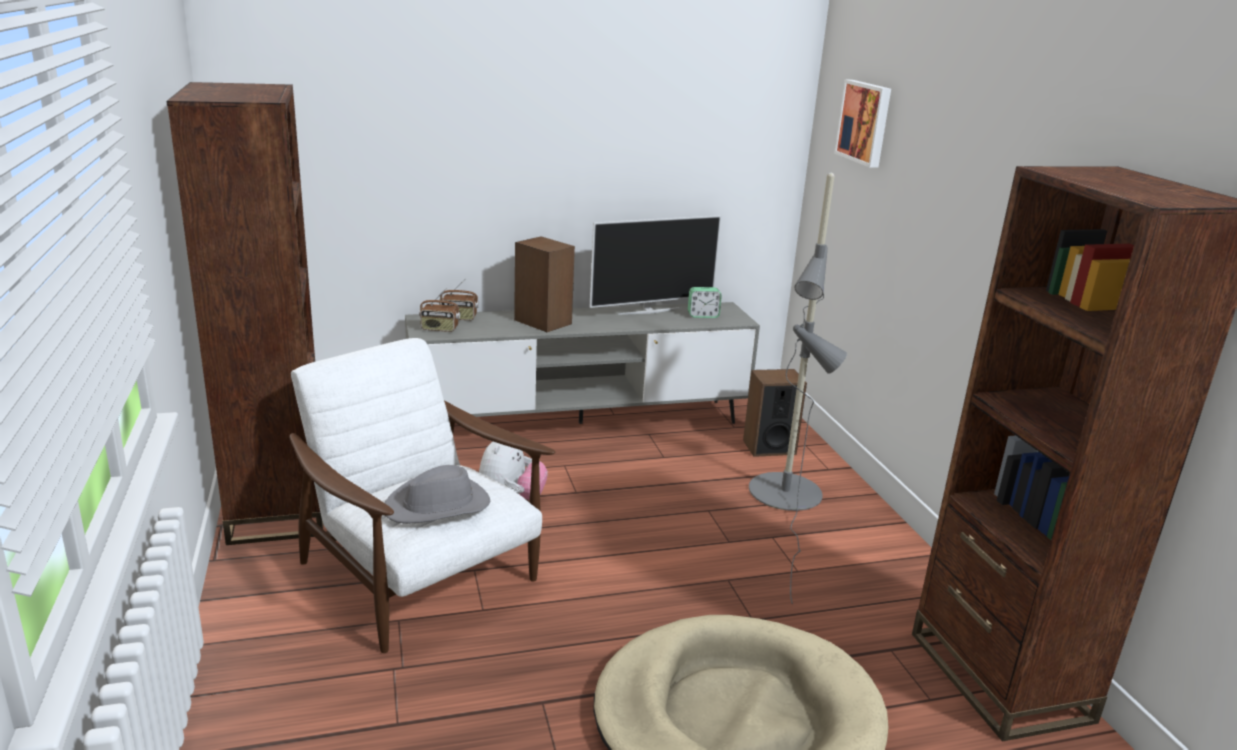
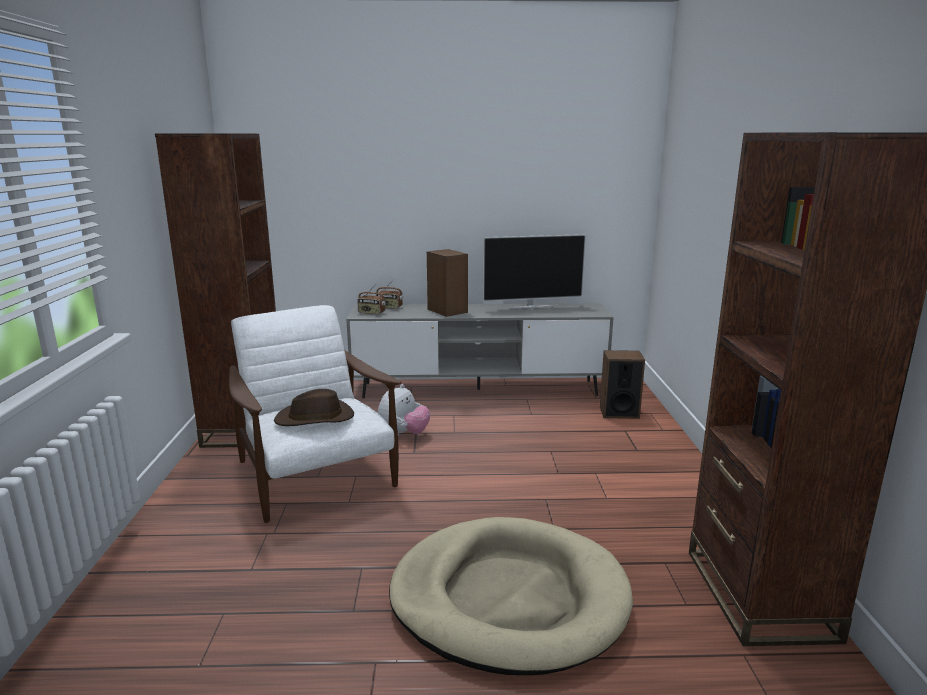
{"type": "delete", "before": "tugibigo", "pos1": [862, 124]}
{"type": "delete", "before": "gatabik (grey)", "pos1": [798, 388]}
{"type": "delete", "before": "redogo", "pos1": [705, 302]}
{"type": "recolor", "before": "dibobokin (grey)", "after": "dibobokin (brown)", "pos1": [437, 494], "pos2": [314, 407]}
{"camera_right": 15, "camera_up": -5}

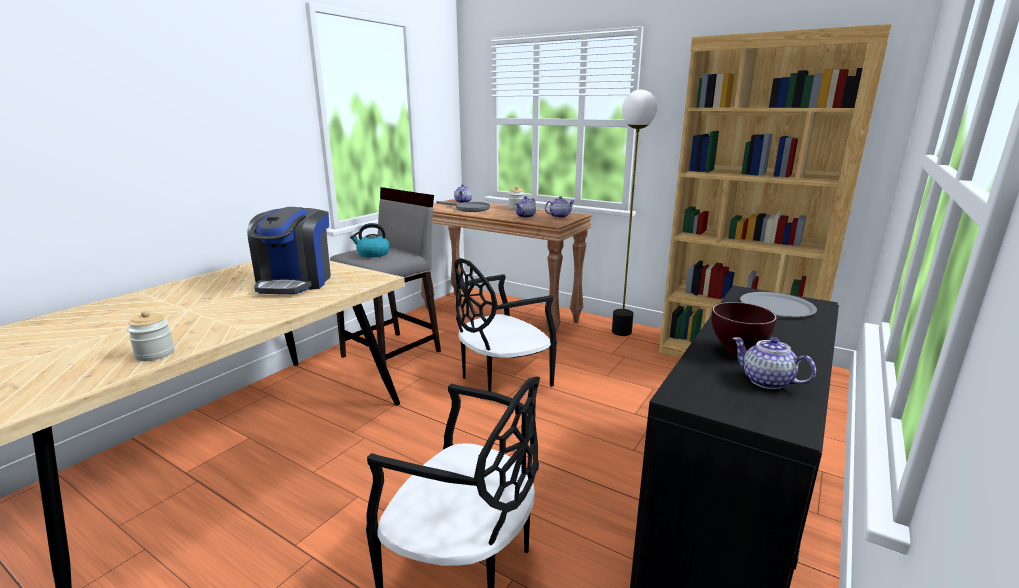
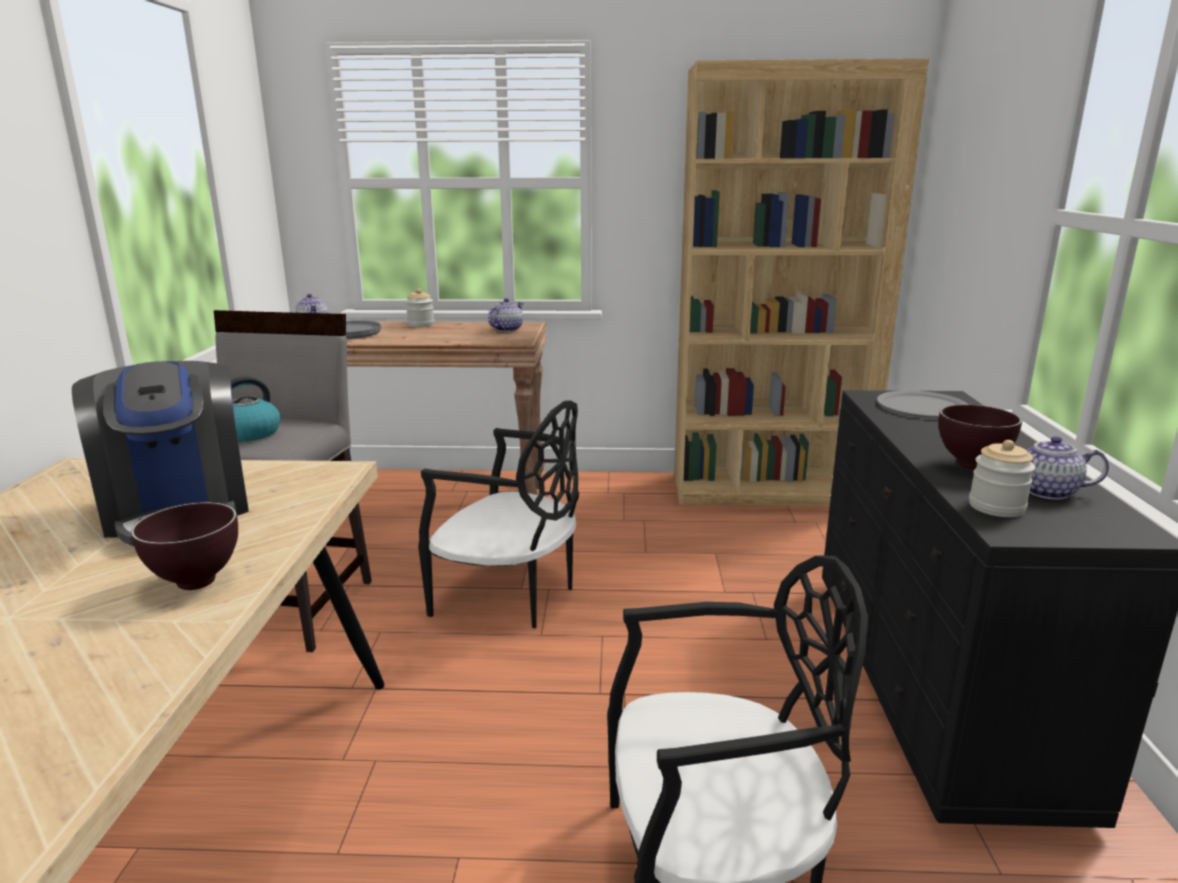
{"type": "delete", "before": "gatabik", "pos1": [634, 213]}
{"type": "delete", "before": "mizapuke", "pos1": [525, 207]}
{"type": "rotate", "before": "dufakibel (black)", "pos1": [505, 325], "pos2": [498, 514], "turn": -90}
{"type": "move", "before": "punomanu", "pos1": [151, 335], "pos2": [1002, 478]}
{"type": "insert", "after": "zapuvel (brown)", "pos2": [184, 546]}
{"camera_right": -30, "camera_up": 0}

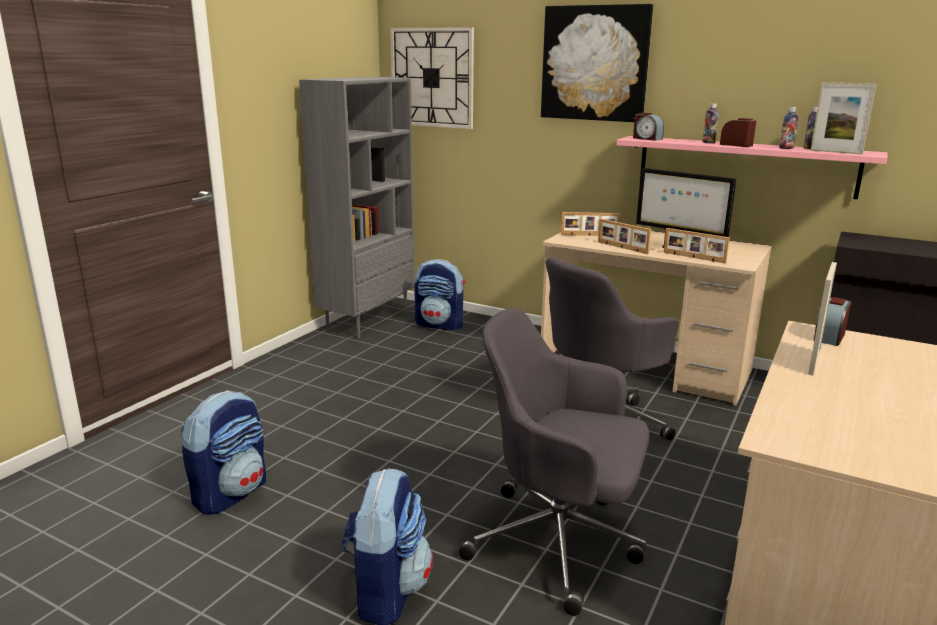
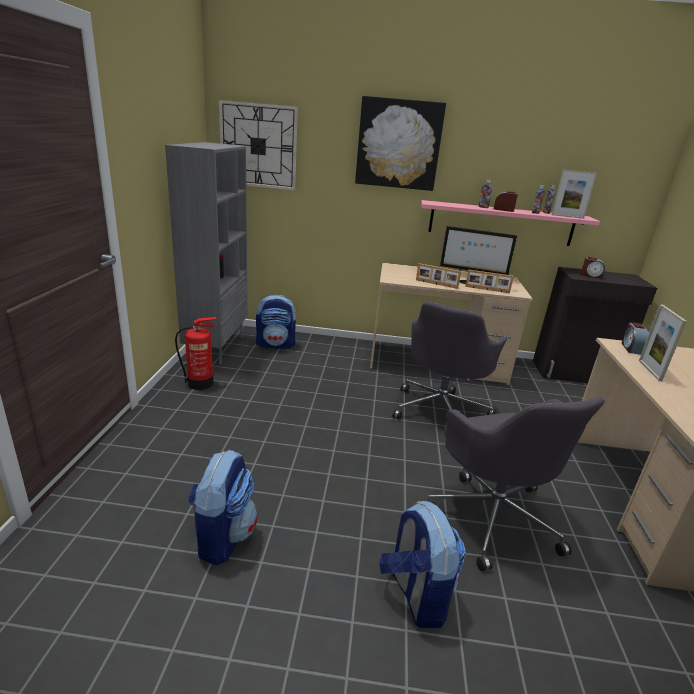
{"type": "move", "before": "redogo", "pos1": [648, 127], "pos2": [593, 268]}
{"type": "delete", "before": "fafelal", "pos1": [590, 224]}
{"type": "rotate", "before": "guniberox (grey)", "pos1": [554, 462], "pos2": [516, 484], "turn": -105}
{"type": "insert", "after": "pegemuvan", "pos2": [195, 353]}
{"camera_right": -25, "camera_up": 5}

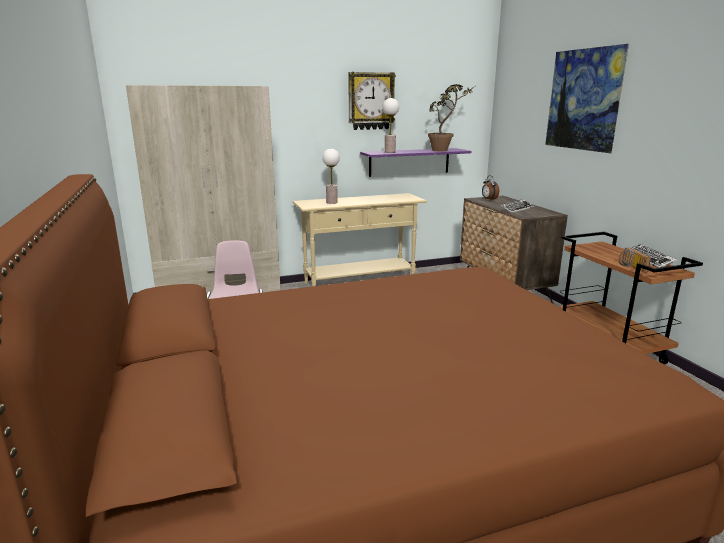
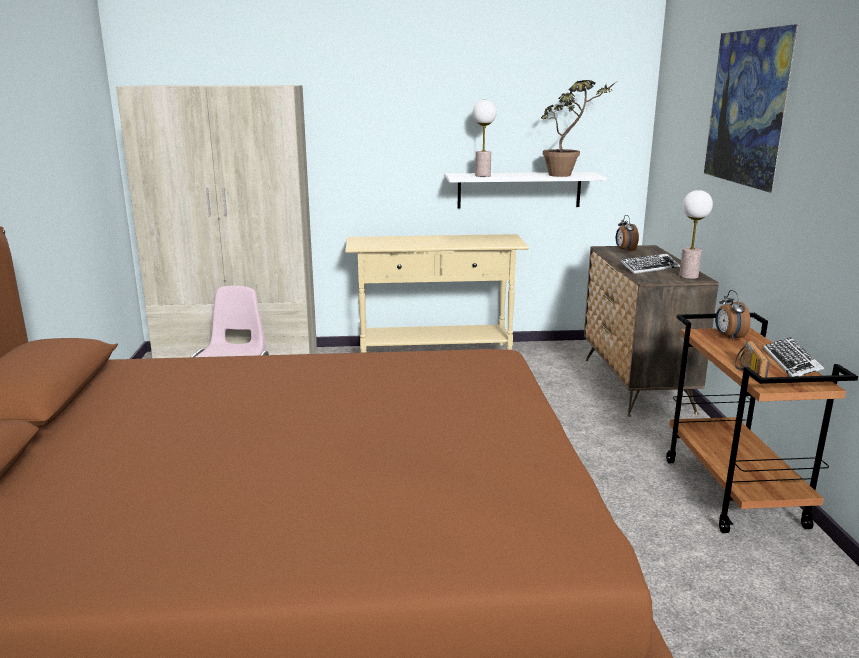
{"type": "delete", "before": "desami", "pos1": [372, 101]}
{"type": "recolor", "before": "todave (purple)", "after": "todave (white)", "pos1": [415, 162], "pos2": [526, 190]}
{"type": "move", "before": "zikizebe", "pos1": [331, 176], "pos2": [696, 234]}
{"type": "insert", "after": "redogo", "pos2": [733, 315]}
{"camera_right": 15, "camera_up": 0}

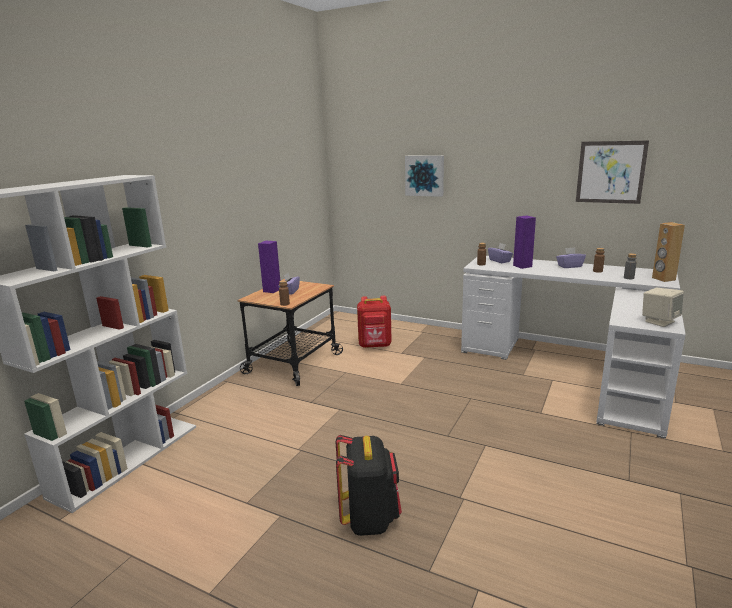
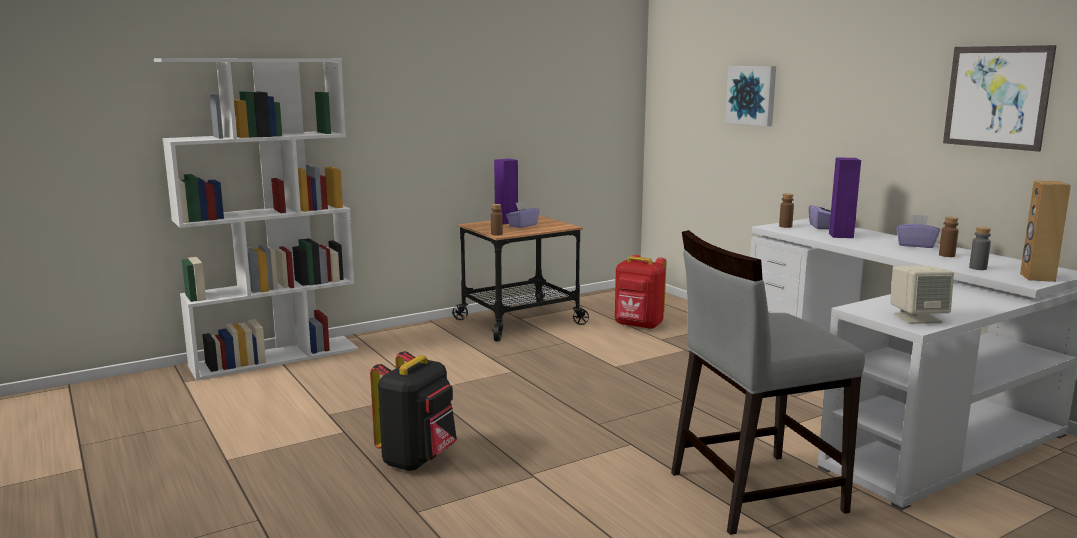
{"type": "insert", "after": "dufakibel (grey)", "pos2": [768, 382]}
{"camera_right": 30, "camera_up": -5}

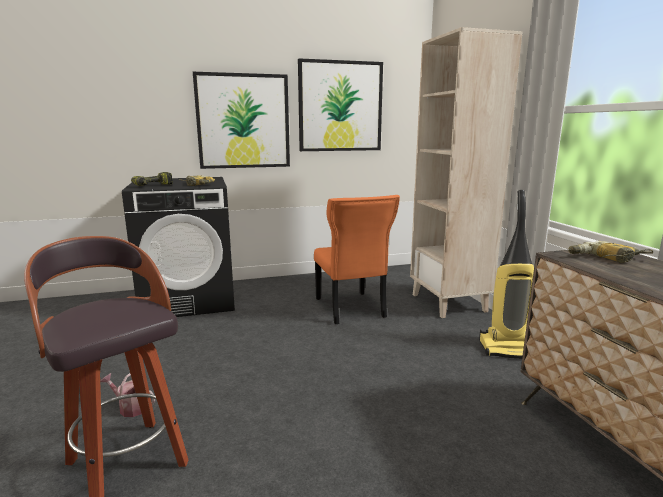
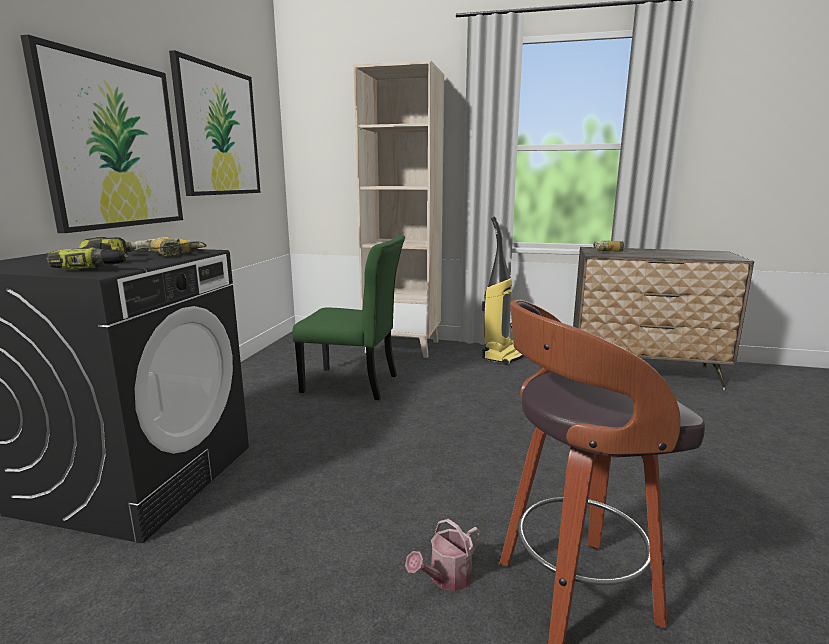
{"type": "recolor", "before": "dufakibel (orange)", "after": "dufakibel (green)", "pos1": [357, 259], "pos2": [349, 317]}
{"camera_right": -60, "camera_up": 0}

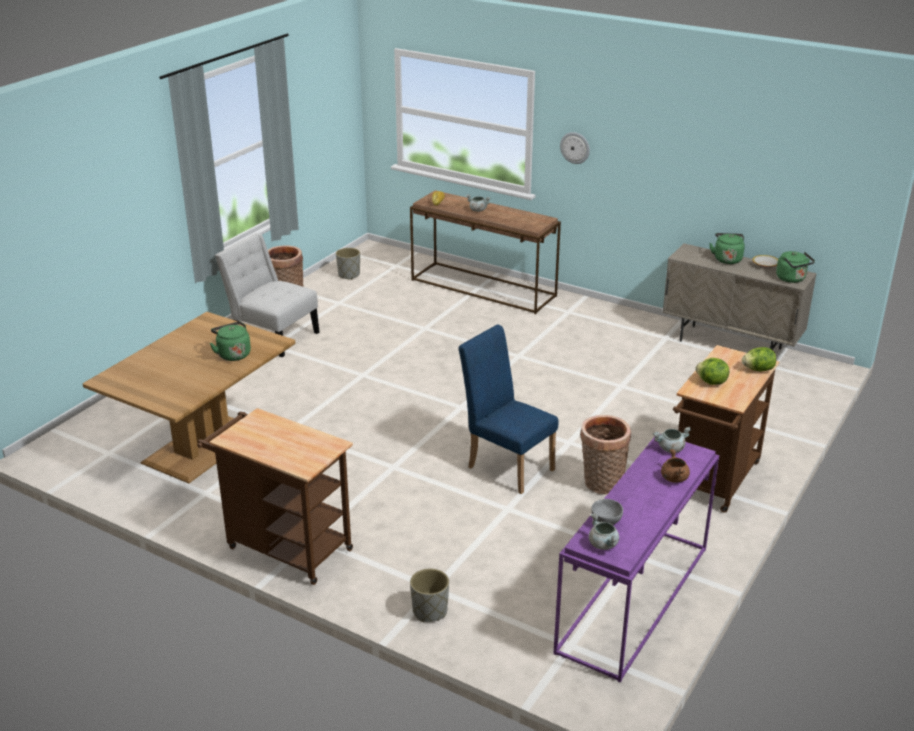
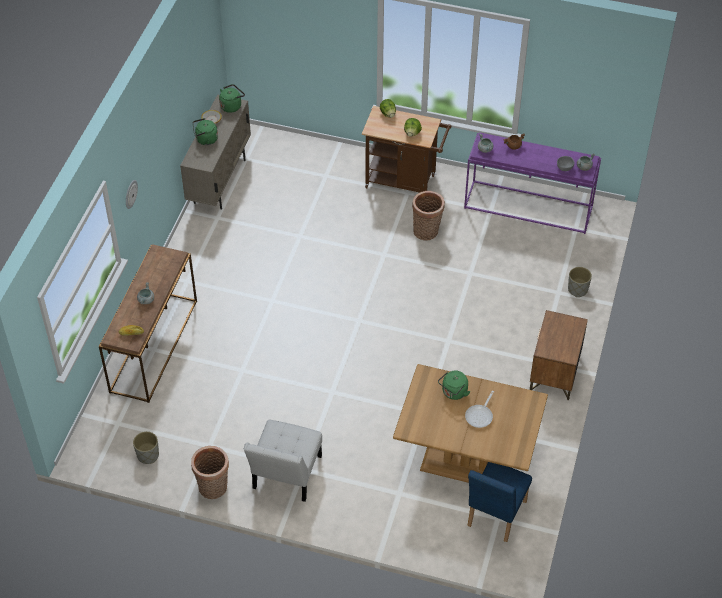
{"type": "move", "before": "dufakibel (blue)", "pos1": [508, 409], "pos2": [499, 502]}
{"type": "replace", "before": "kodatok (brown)", "after": "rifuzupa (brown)", "pos1": [275, 496], "pos2": [559, 355]}
{"type": "insert", "after": "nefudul", "pos2": [479, 409]}
{"camera_right": -105, "camera_up": 20}

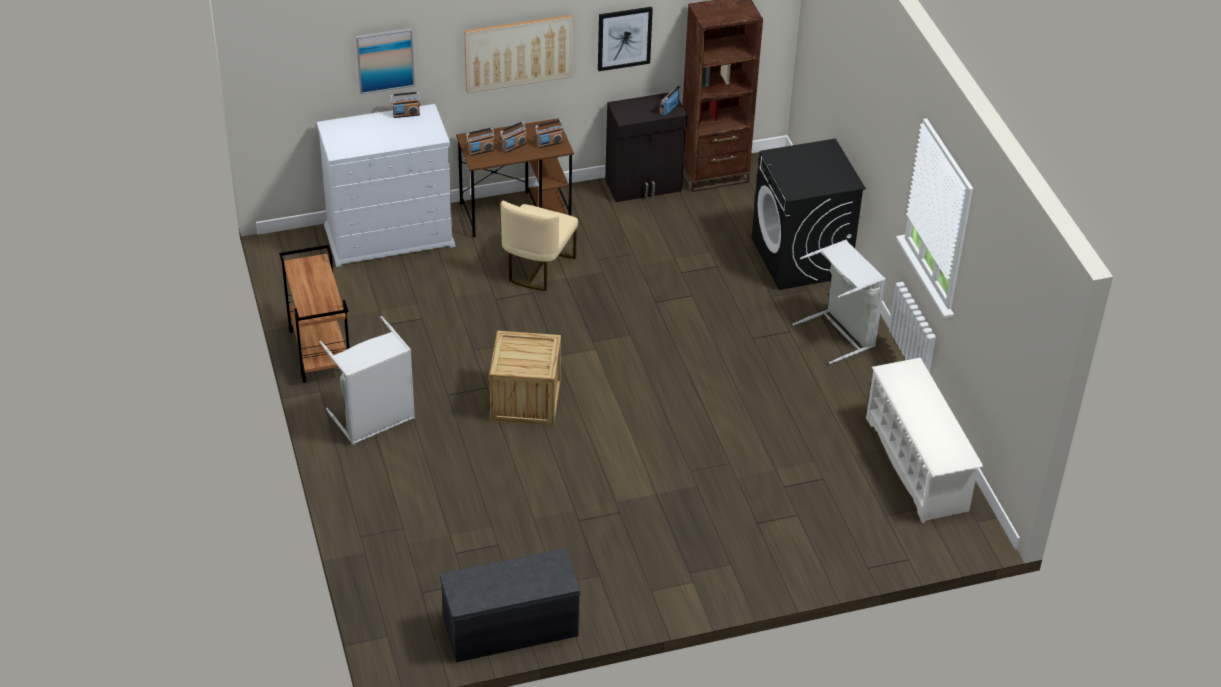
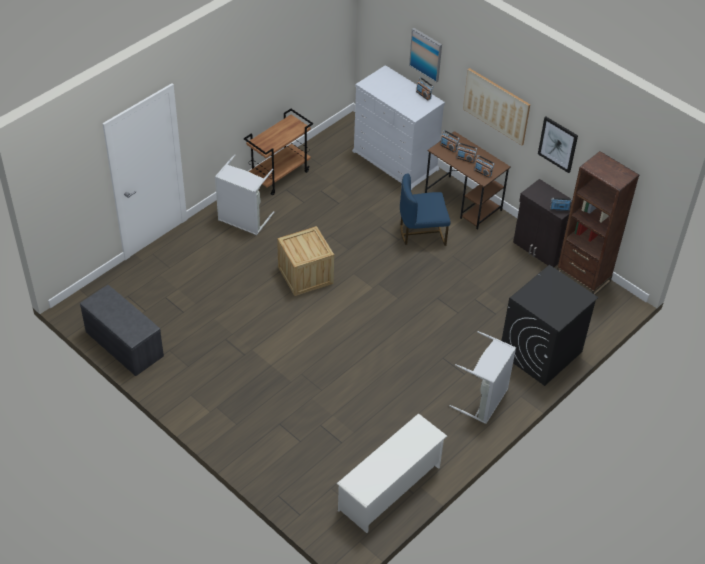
{"type": "recolor", "before": "dufakibel (beige)", "after": "dufakibel (blue)", "pos1": [539, 246], "pos2": [425, 209]}
{"camera_right": 60, "camera_up": 5}

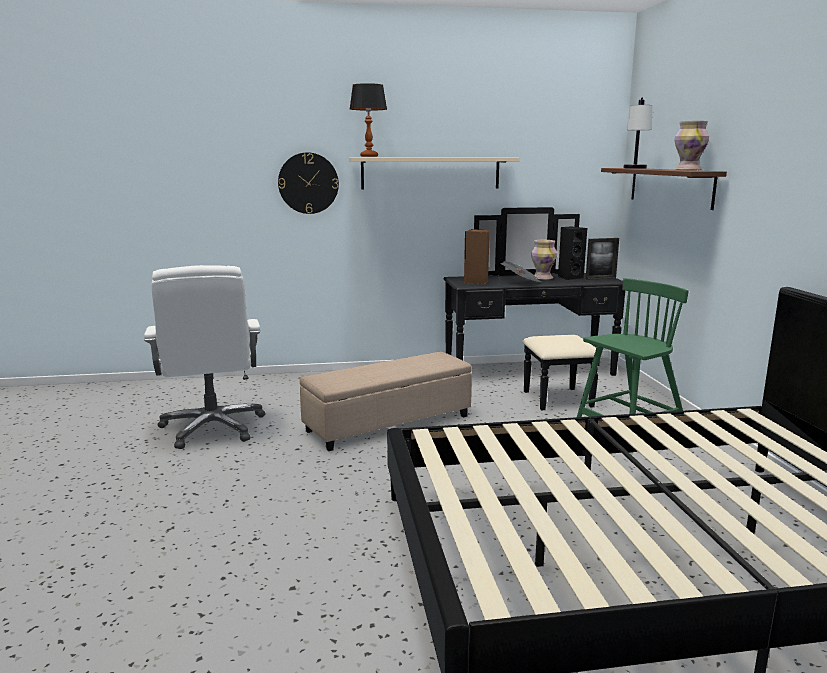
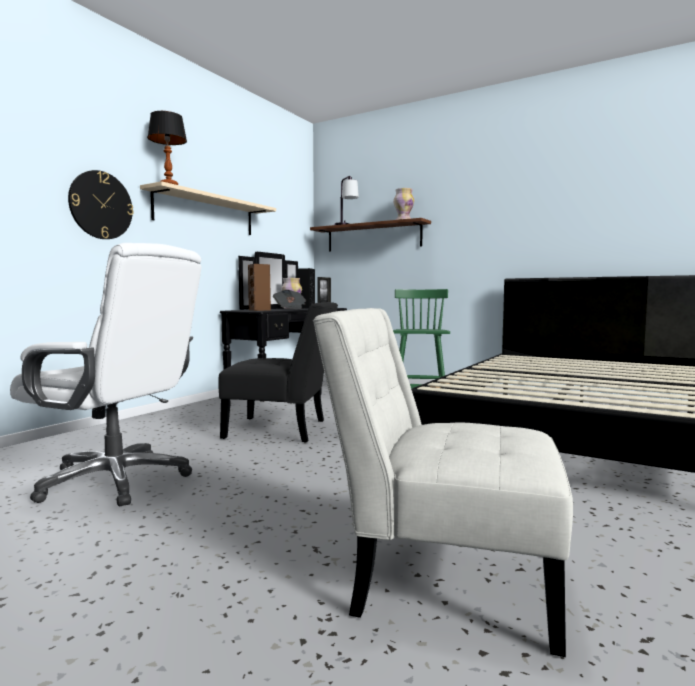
{"type": "replace", "before": "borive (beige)", "after": "dufakibel (black)", "pos1": [386, 401], "pos2": [278, 372]}
{"type": "insert", "after": "dufakibel (white)", "pos2": [443, 482]}
{"camera_right": -50, "camera_up": -10}

